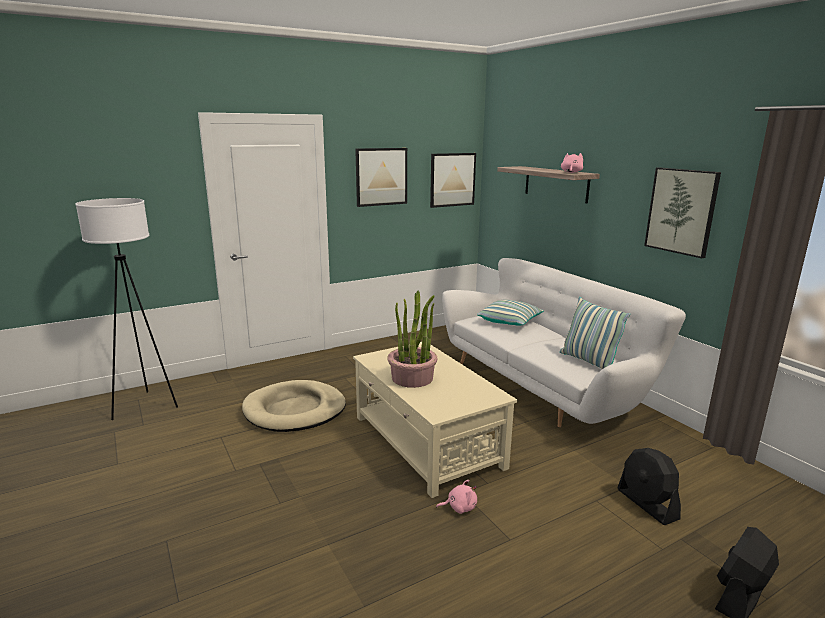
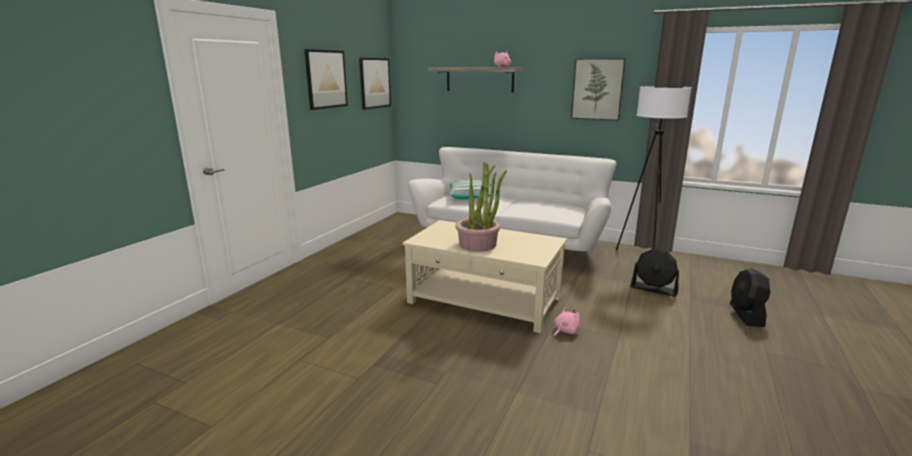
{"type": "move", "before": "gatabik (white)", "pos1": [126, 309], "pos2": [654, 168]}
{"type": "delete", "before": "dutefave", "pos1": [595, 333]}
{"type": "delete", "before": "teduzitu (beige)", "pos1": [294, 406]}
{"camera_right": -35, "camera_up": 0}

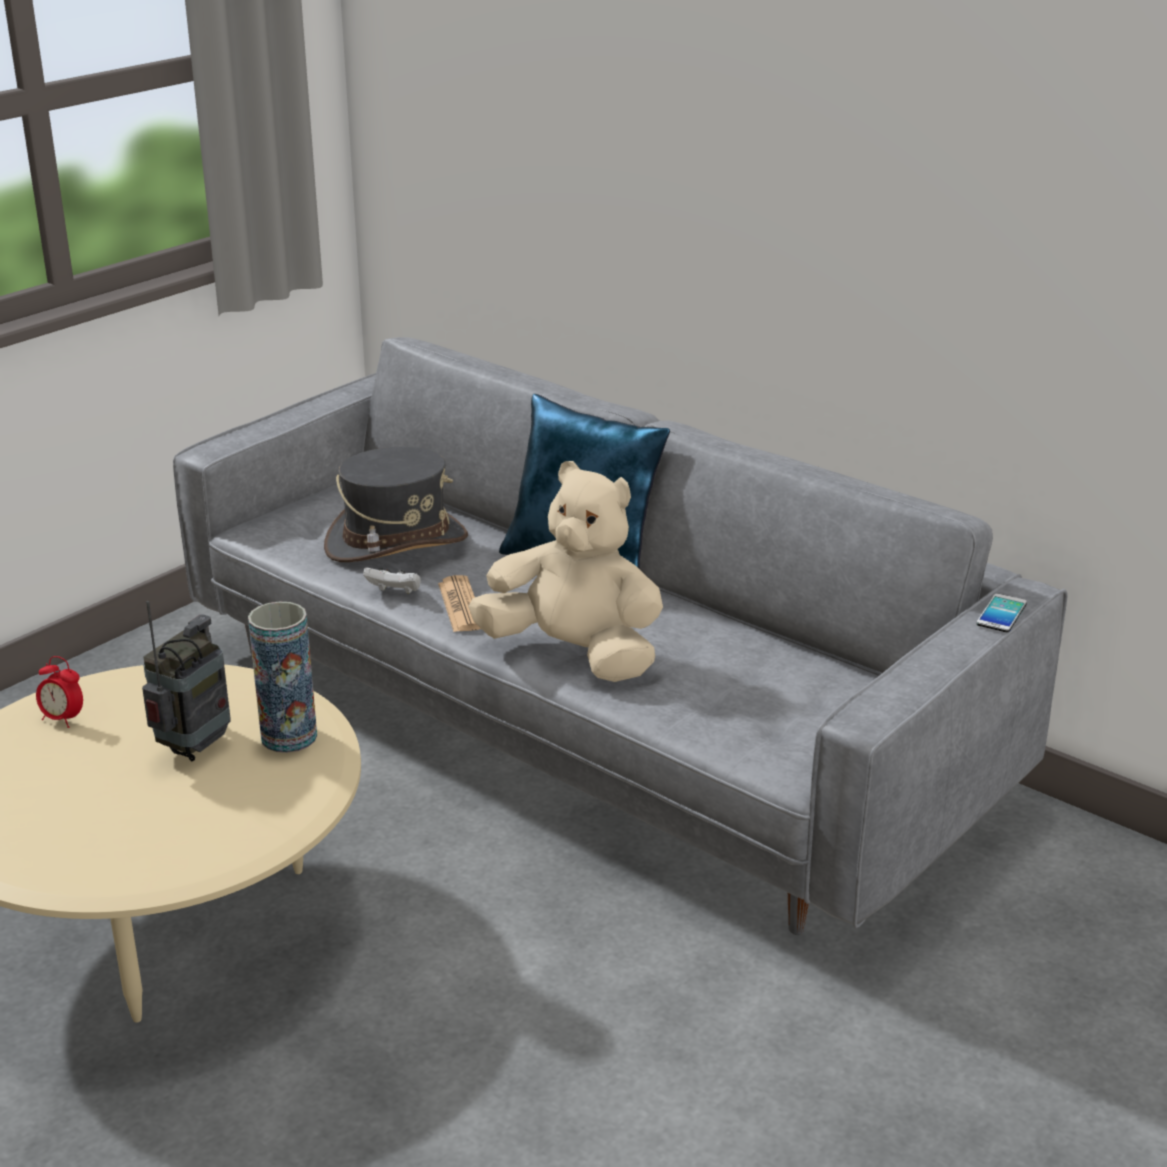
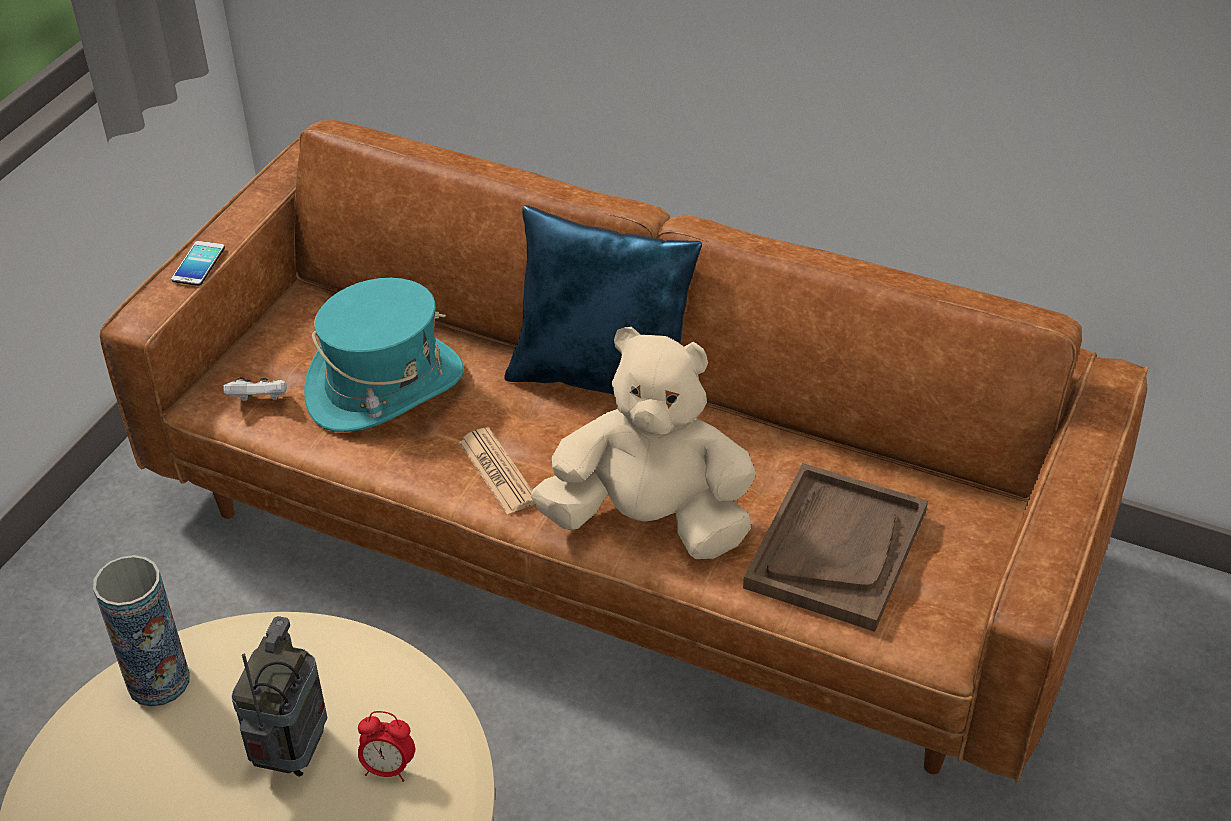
{"type": "recolor", "before": "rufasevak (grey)", "after": "rufasevak (brown)", "pos1": [620, 636], "pos2": [624, 451]}
{"type": "recolor", "before": "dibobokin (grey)", "after": "dibobokin (turquoise)", "pos1": [396, 504], "pos2": [384, 355]}
{"type": "move", "before": "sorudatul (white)", "pos1": [392, 580], "pos2": [255, 389]}
{"type": "move", "before": "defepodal", "pos1": [1001, 612], "pos2": [198, 263]}
{"type": "move", "before": "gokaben", "pos1": [282, 677], "pos2": [141, 631]}
{"type": "move", "before": "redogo", "pos1": [59, 692], "pos2": [386, 746]}
{"type": "insert", "after": "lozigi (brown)", "pos2": [835, 547]}
{"camera_right": -15, "camera_up": 15}

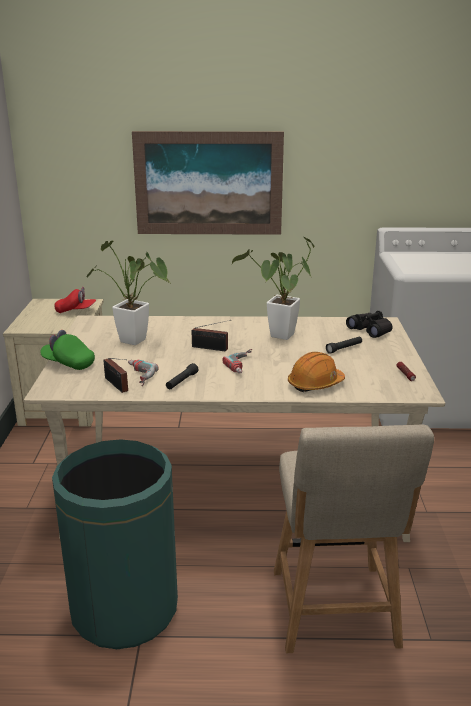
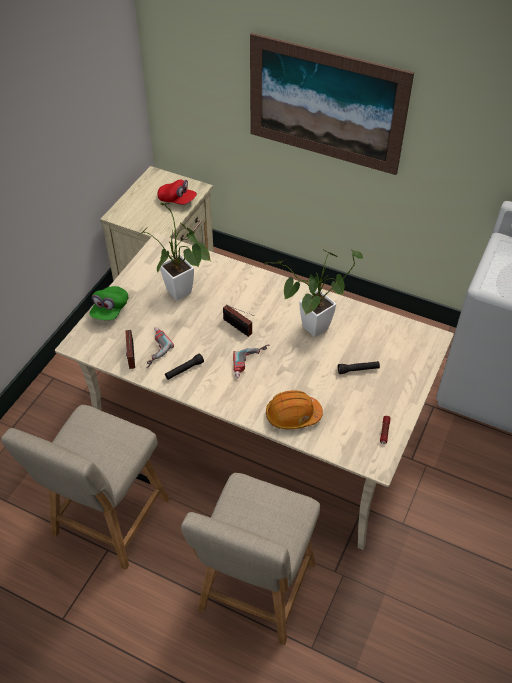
{"type": "delete", "before": "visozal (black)", "pos1": [369, 324]}
{"type": "rotate", "before": "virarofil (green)", "pos1": [67, 350], "pos2": [109, 303], "turn": -120}
{"type": "replace", "before": "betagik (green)", "after": "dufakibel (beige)", "pos1": [115, 544], "pos2": [85, 487]}
{"camera_right": 25, "camera_up": 25}

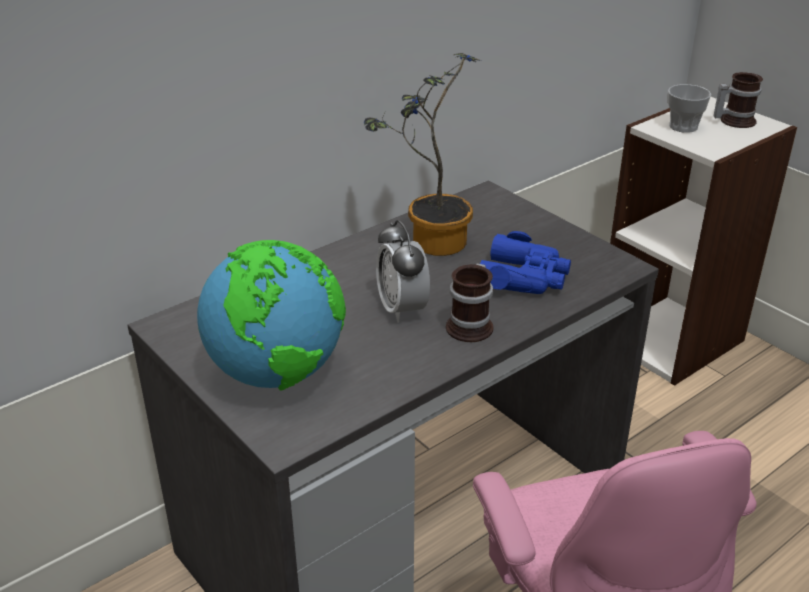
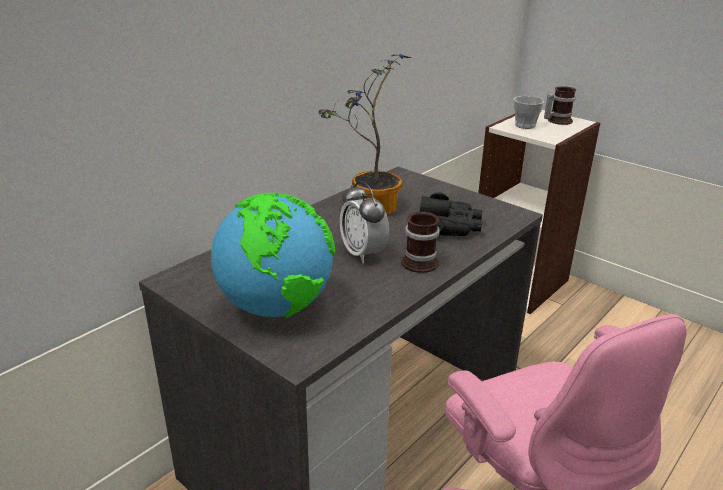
{"type": "recolor", "before": "visozal (blue)", "after": "visozal (black)", "pos1": [525, 262], "pos2": [451, 214]}
{"camera_right": -10, "camera_up": -5}

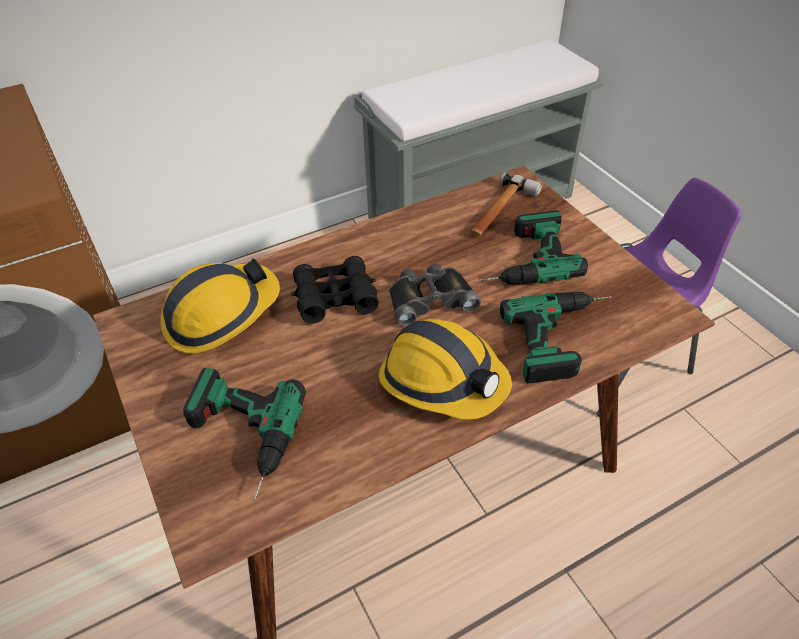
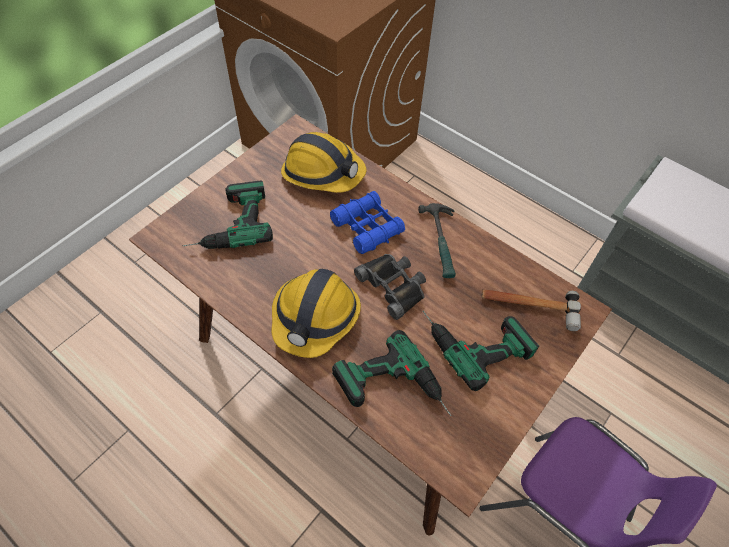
{"type": "recolor", "before": "visozal (black)", "after": "visozal (blue)", "pos1": [334, 290], "pos2": [367, 222]}
{"type": "insert", "after": "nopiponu", "pos2": [437, 240]}
{"camera_right": 65, "camera_up": 10}

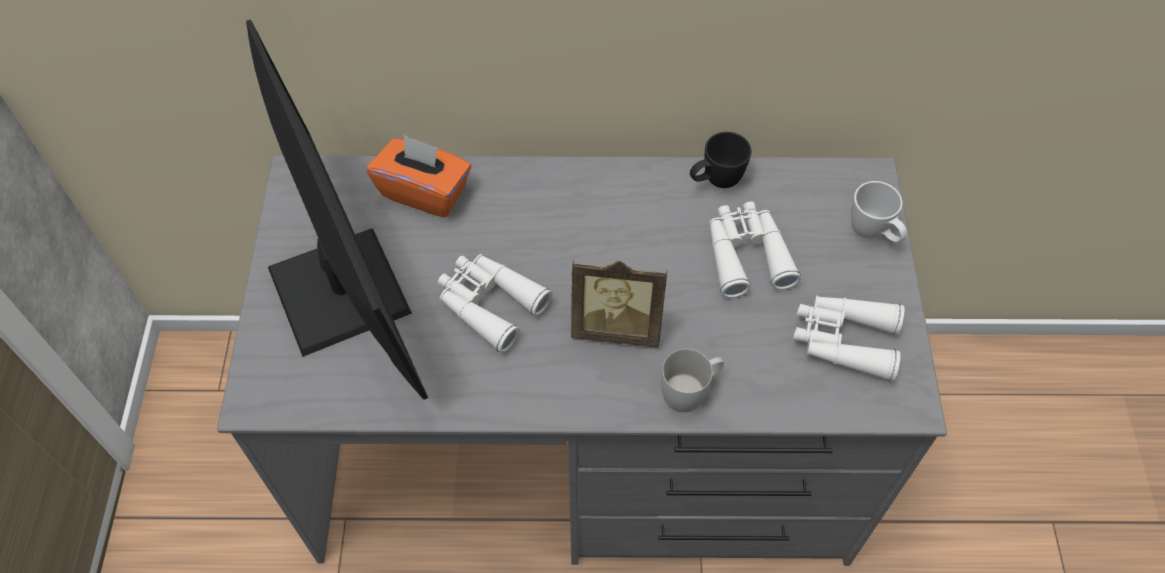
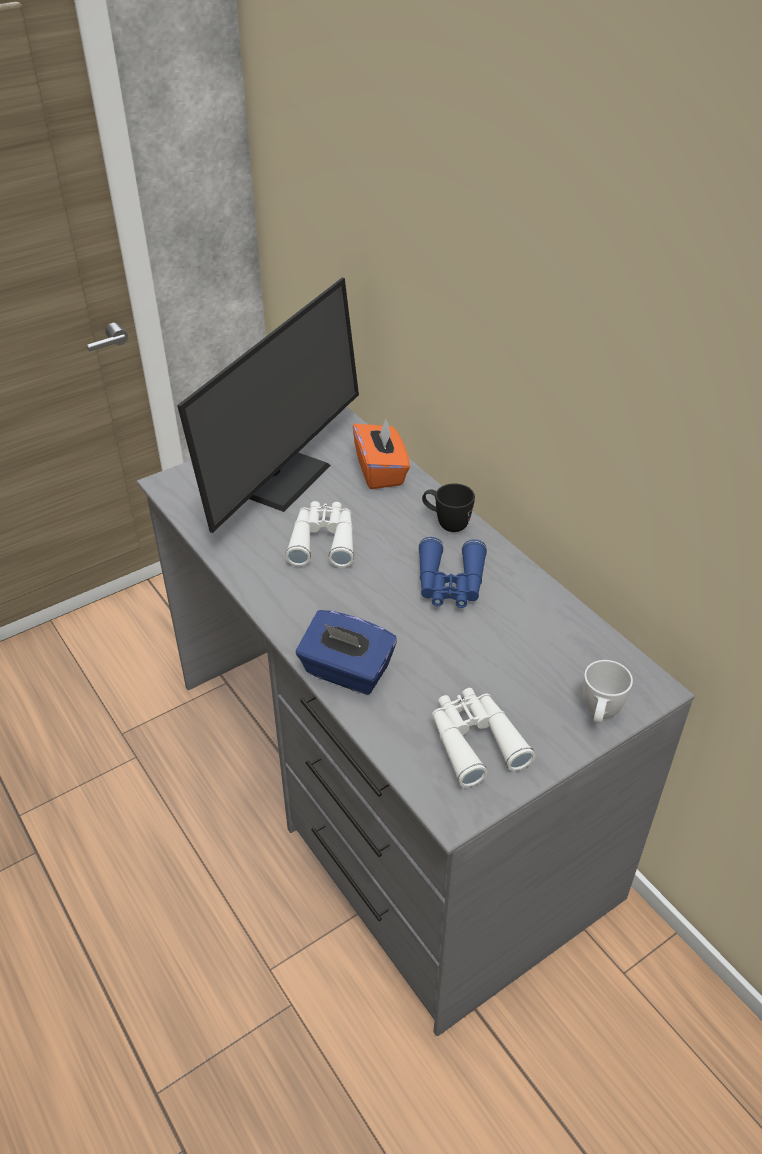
{"type": "move", "before": "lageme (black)", "pos1": [720, 160], "pos2": [448, 507]}
{"type": "delete", "before": "visozal (white)", "pos1": [755, 249]}
{"type": "delete", "before": "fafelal", "pos1": [619, 304]}
{"type": "replace", "before": "lageme (white)", "after": "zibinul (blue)", "pos1": [692, 380], "pos2": [346, 652]}
{"type": "insert", "after": "visozal (blue)", "pos2": [452, 572]}
{"camera_right": 55, "camera_up": -15}

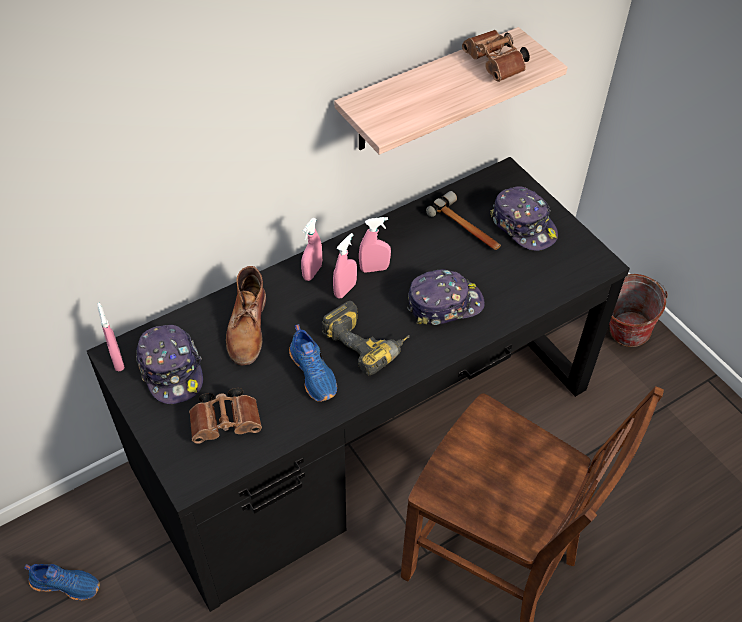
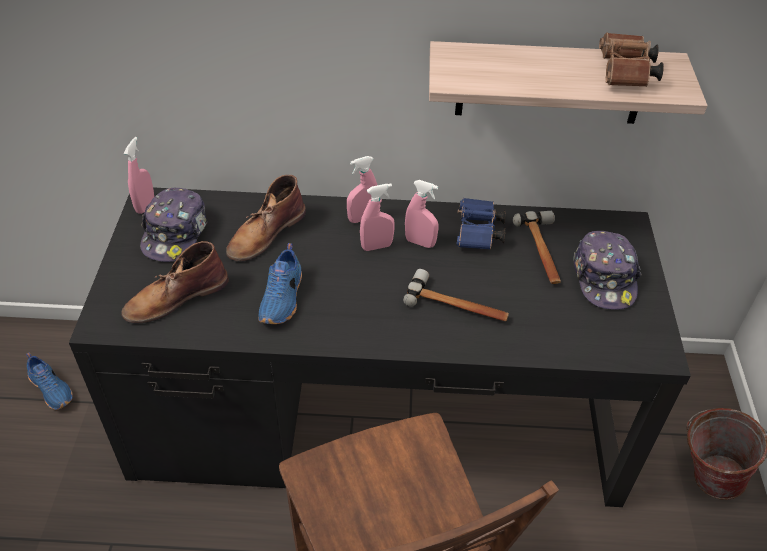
{"type": "replace", "before": "virarofil", "after": "nopiponu", "pos1": [446, 297], "pos2": [456, 295]}
{"type": "delete", "before": "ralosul", "pos1": [366, 338]}
{"type": "replace", "before": "visozal (brown)", "after": "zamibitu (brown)", "pos1": [225, 416], "pos2": [175, 282]}
{"type": "insert", "after": "visozal (blue)", "pos2": [481, 224]}
{"camera_right": 35, "camera_up": -5}

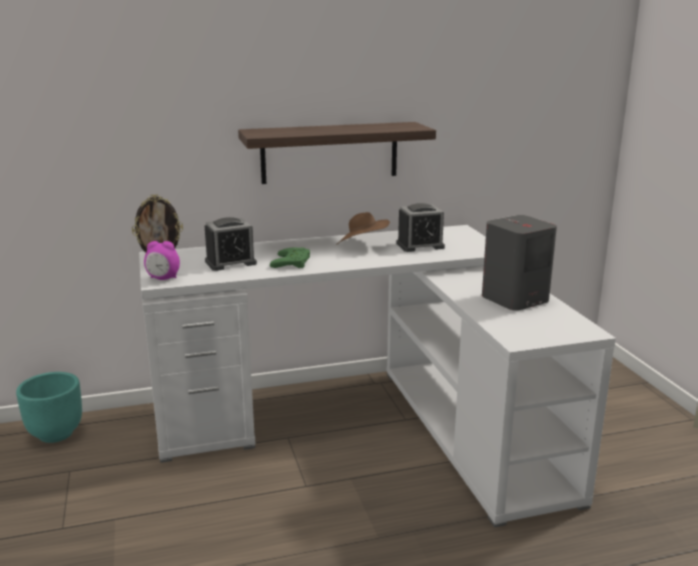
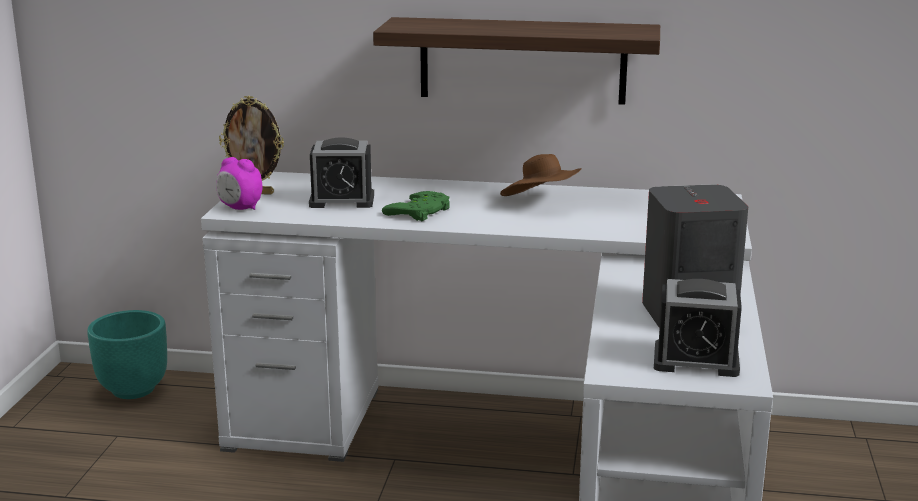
{"type": "move", "before": "redogo", "pos1": [420, 227], "pos2": [698, 328]}
{"camera_right": 25, "camera_up": 0}

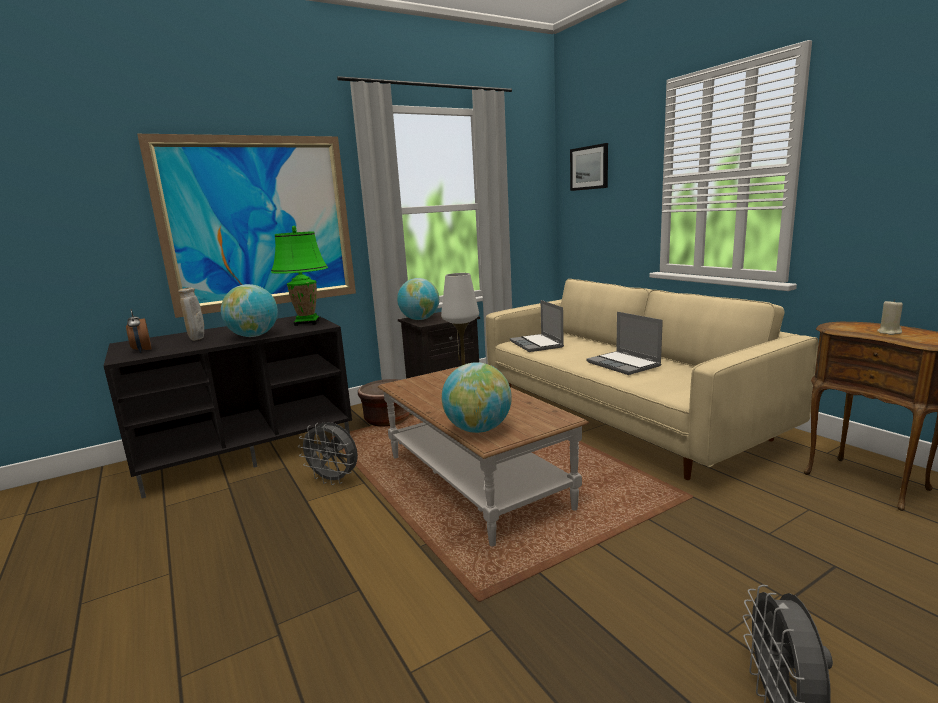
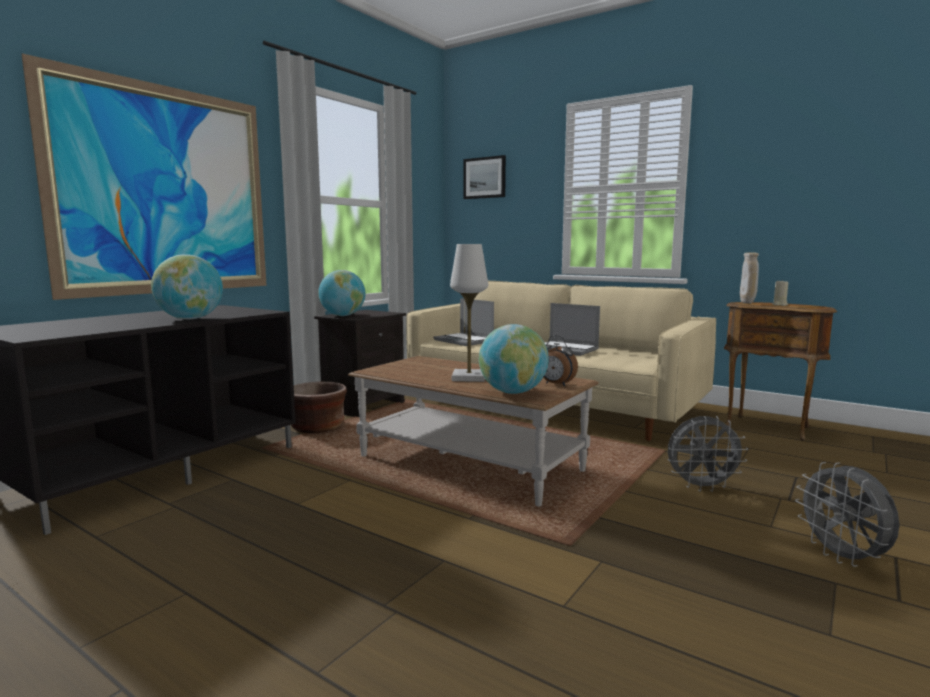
{"type": "delete", "before": "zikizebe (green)", "pos1": [299, 276]}
{"type": "move", "before": "gokaben (beige)", "pos1": [191, 314], "pos2": [749, 278]}
{"type": "move", "before": "redogo", "pos1": [139, 331], "pos2": [560, 360]}
{"type": "move", "before": "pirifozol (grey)", "pos1": [328, 453], "pos2": [708, 454]}
{"camera_right": -25, "camera_up": -5}

